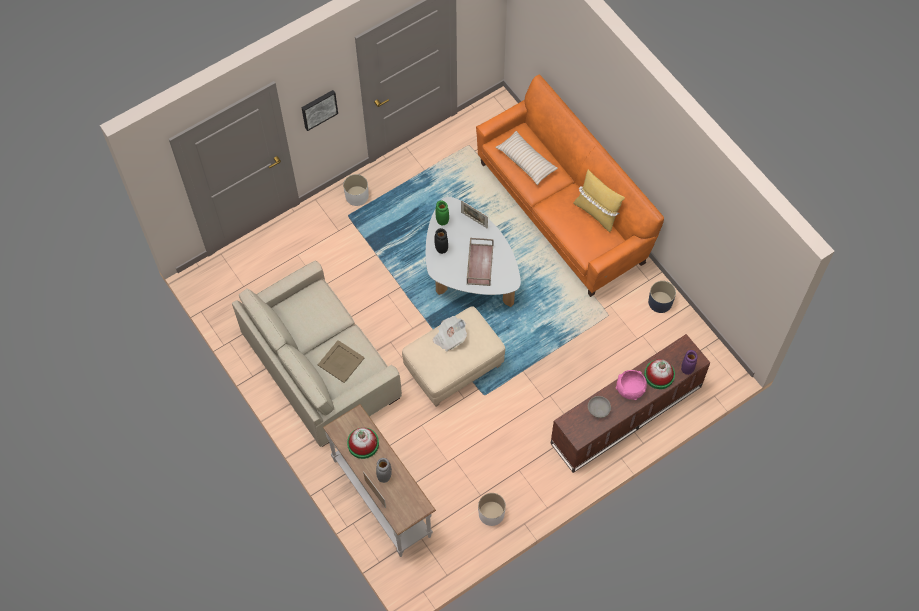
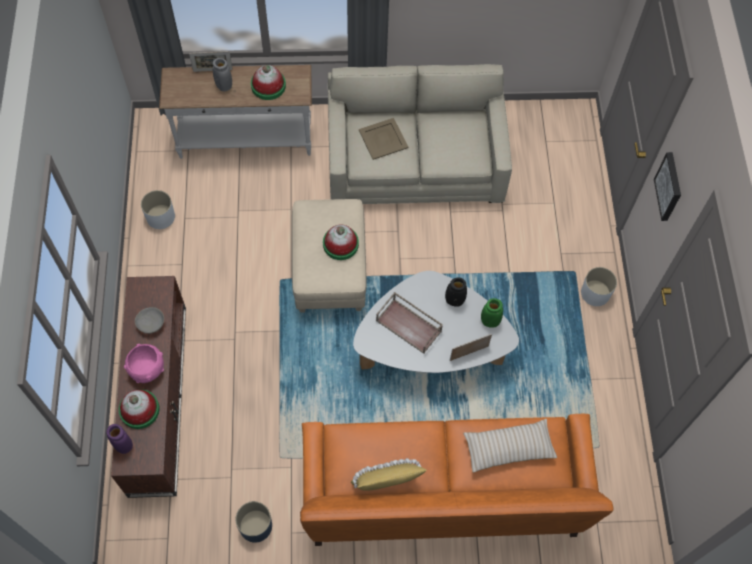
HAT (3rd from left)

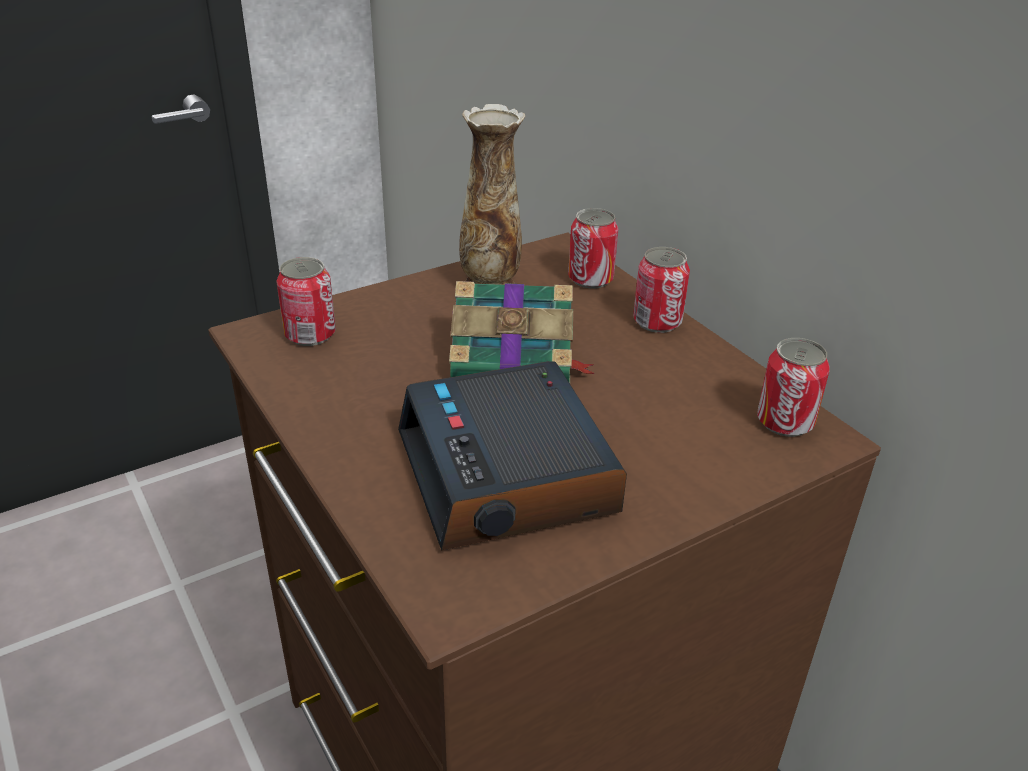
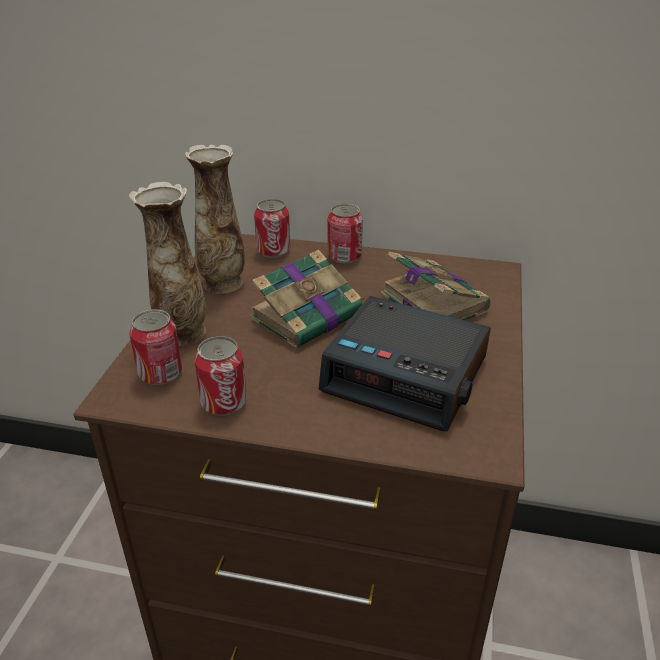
CAN (2nd from left); VASE (1st from left); BOOK (2nd from left)

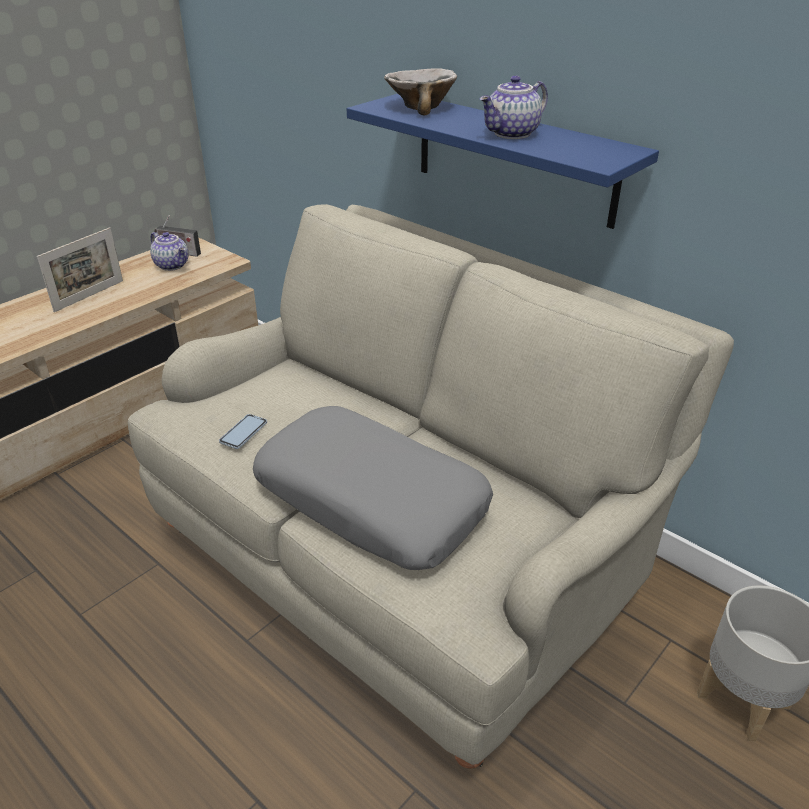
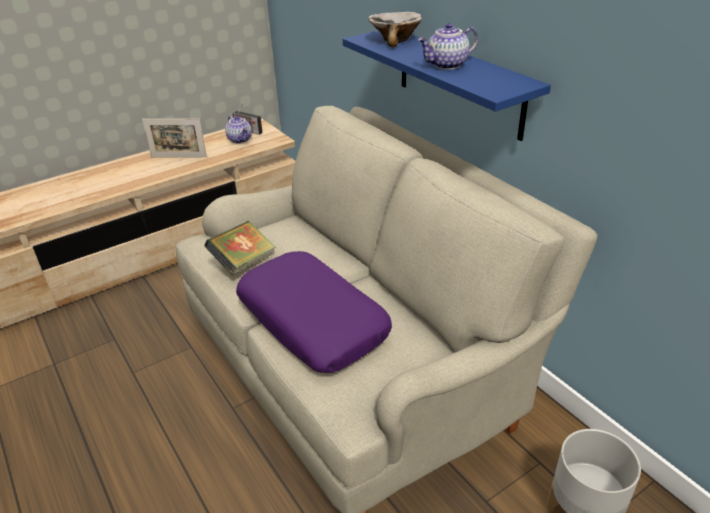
PICTURE FRAME; PURPLE PILLOW; BOOK

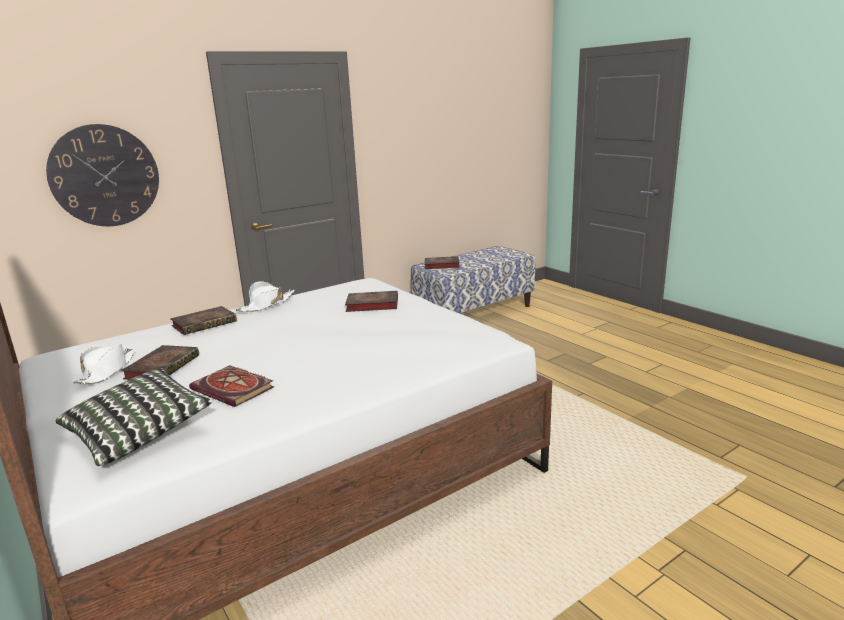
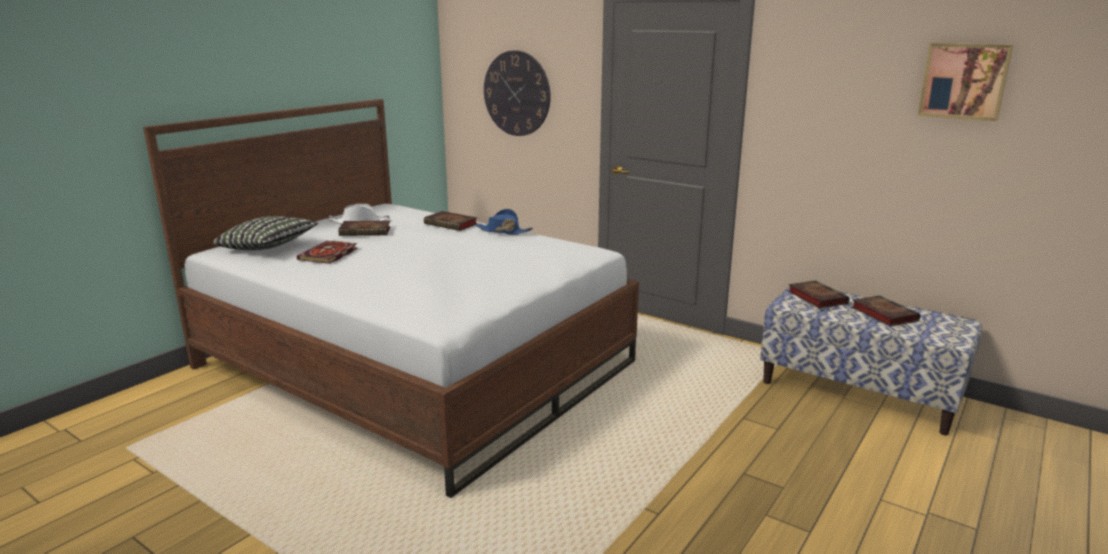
BLUE HAT; BOOK (5th from left); PICTURE

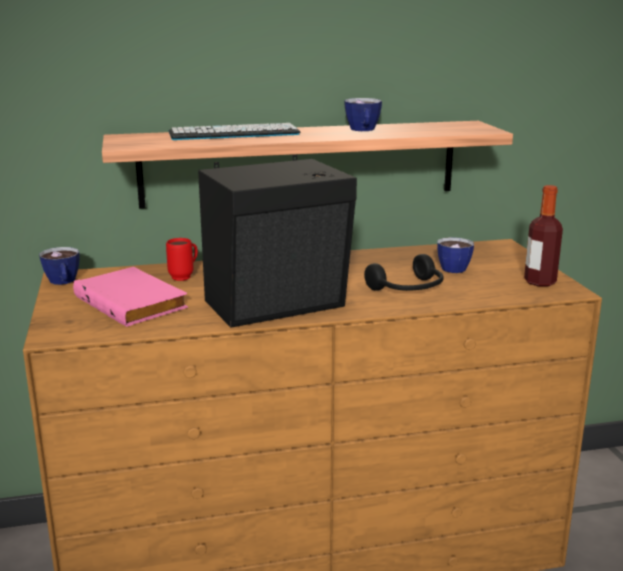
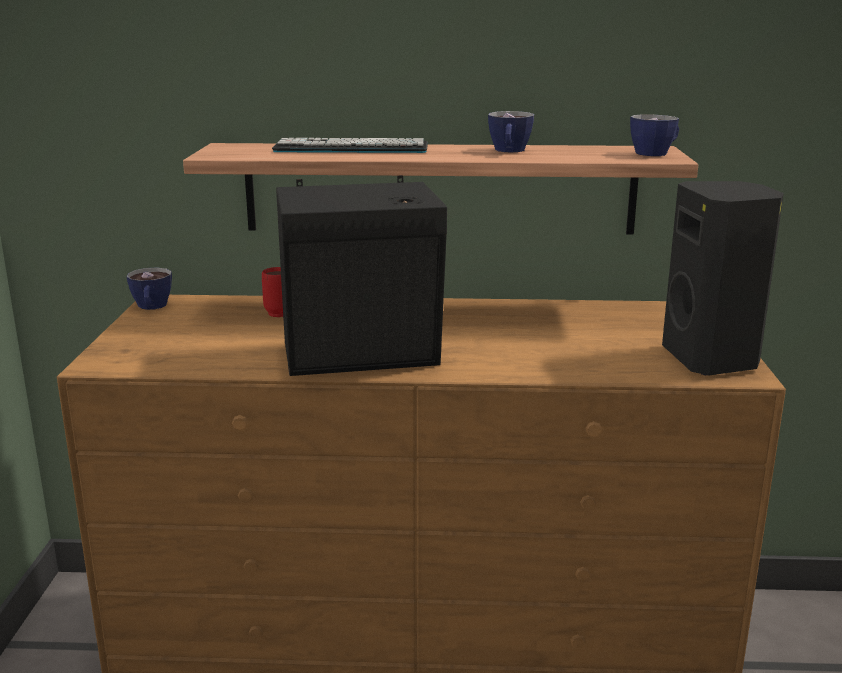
BLACK SPEAKER (2nd from left); CUP (3rd from left); BLACK HEADPHONES; PINK BOOK

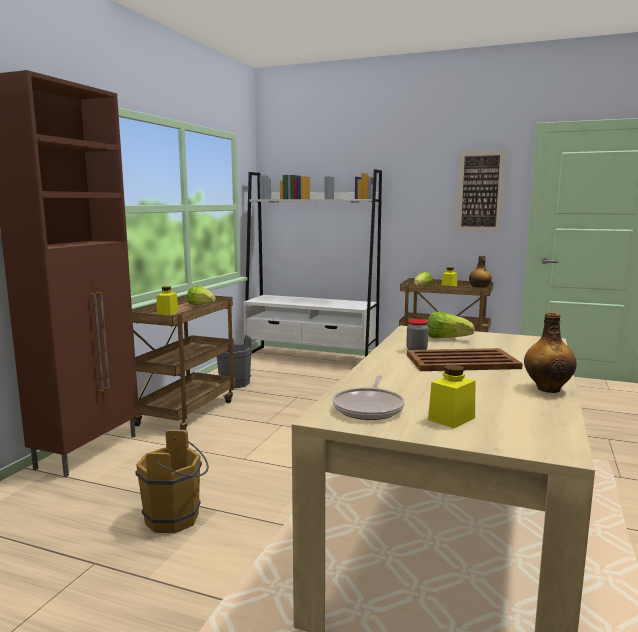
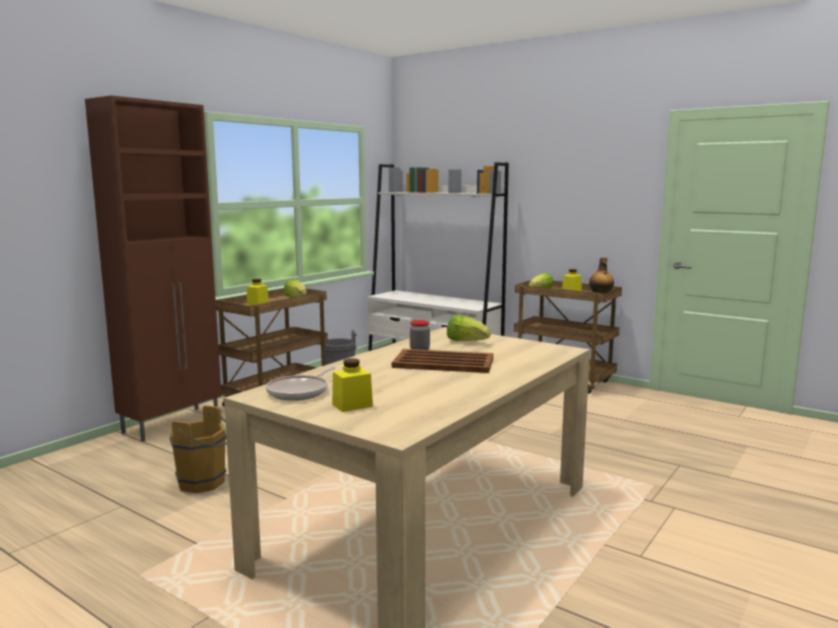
PICTURE; BOTTLE (2nd from left in the first image)

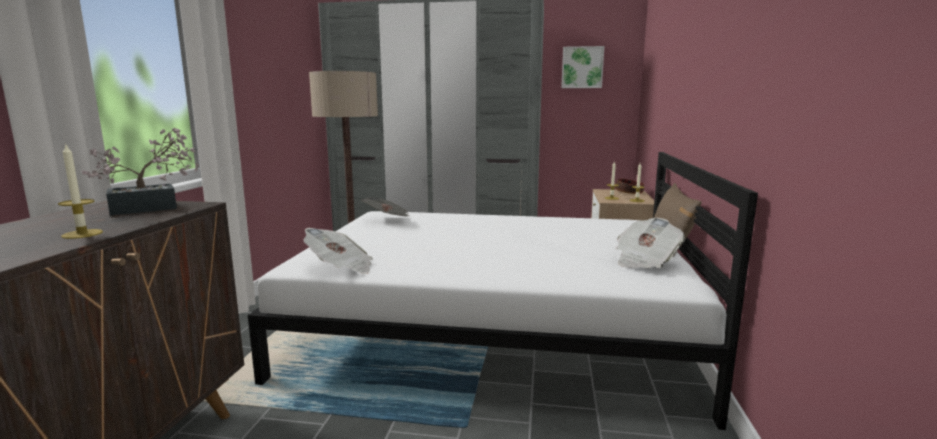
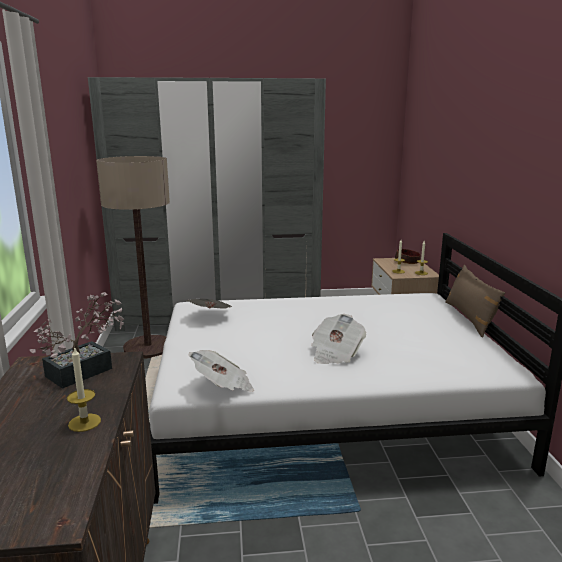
PICTURE; NEWSPAPER (3rd from left)

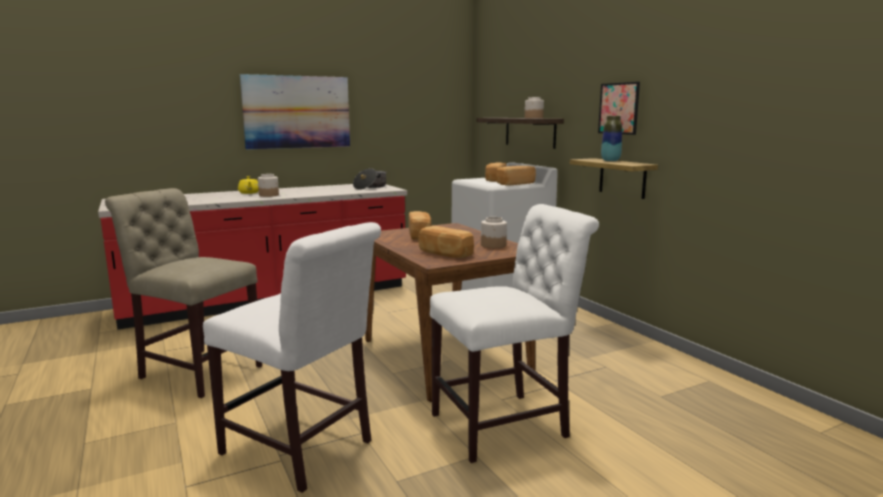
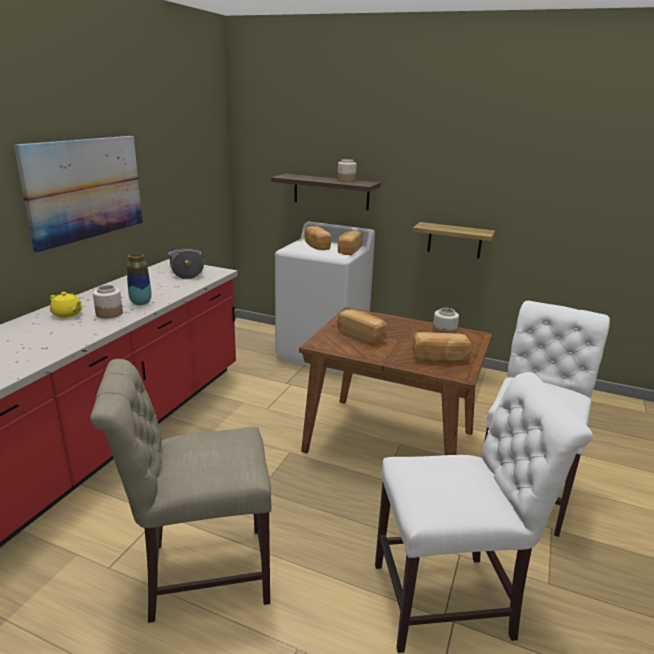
PICTURE (2nd from left in the first image); VASE

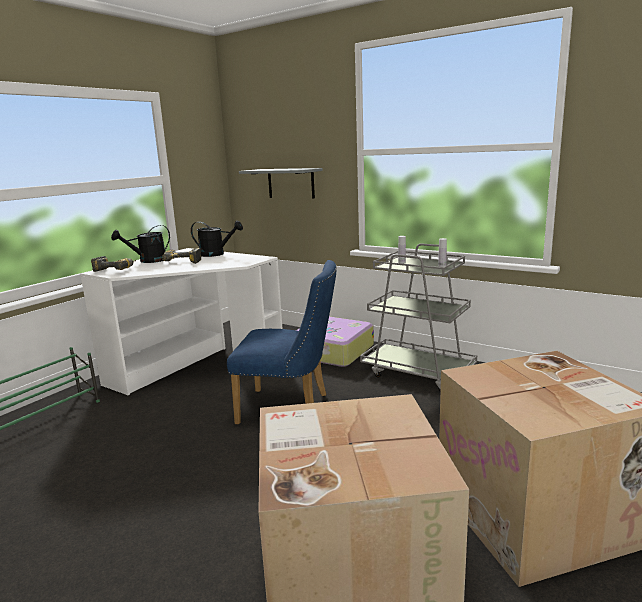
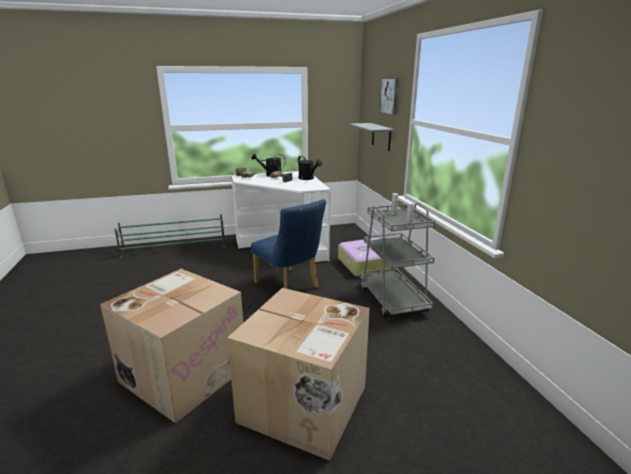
PICTURE

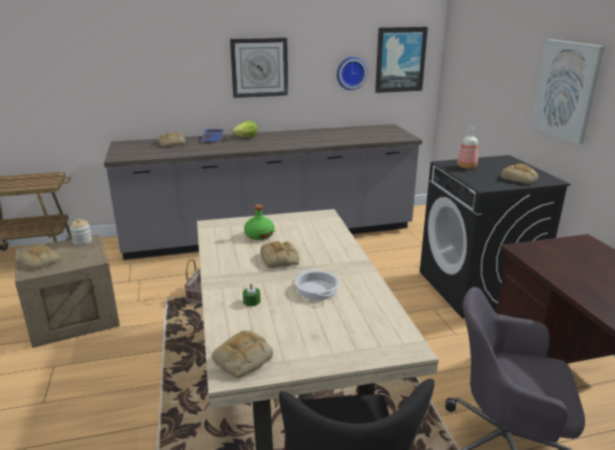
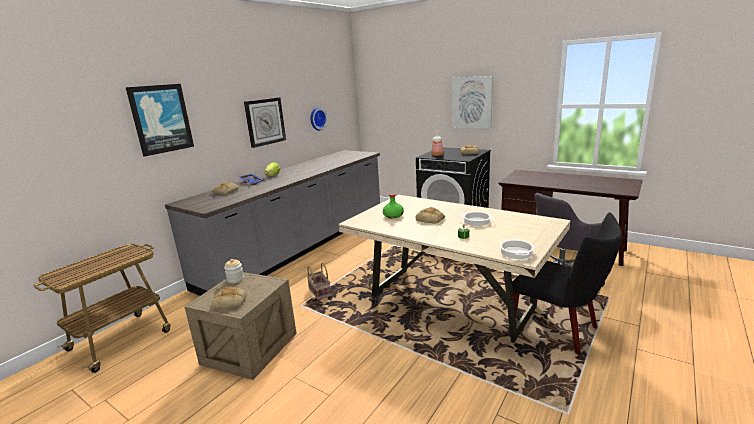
PICTURE (1st from left); COOKING POT (2nd from left)

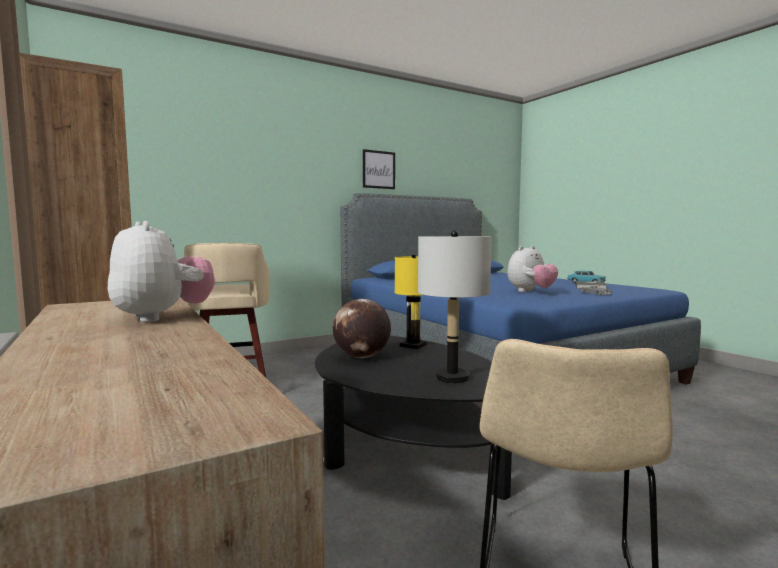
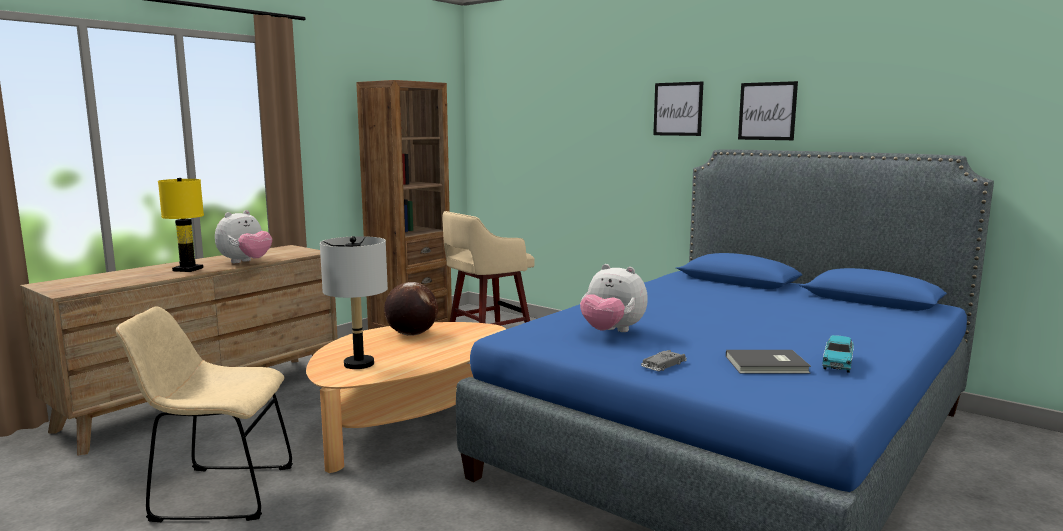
YELLOW TABLE LAMP; BEIGE COFFEE TABLE; PICTURE (1st from left)

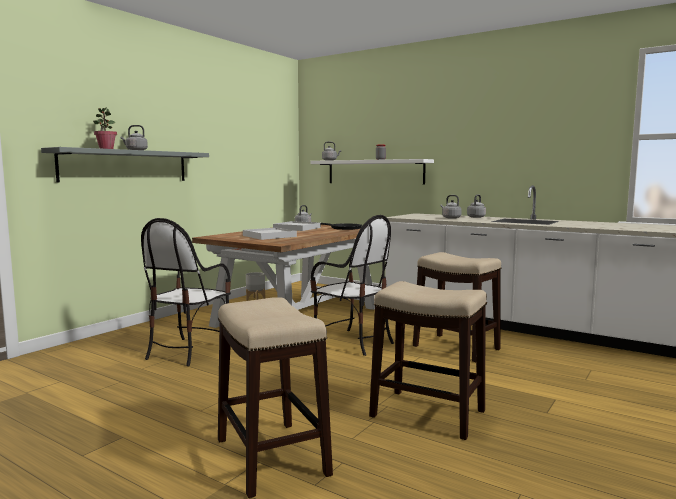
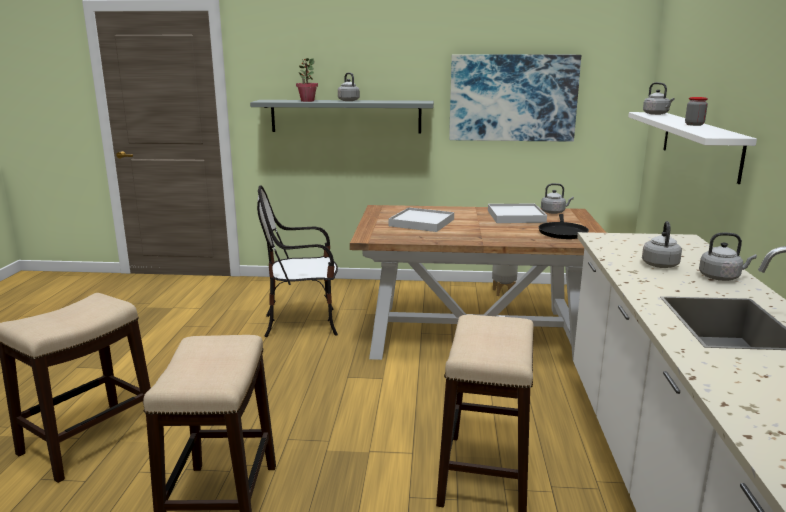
CHAIR (2nd from left in the first image); PICTURE

